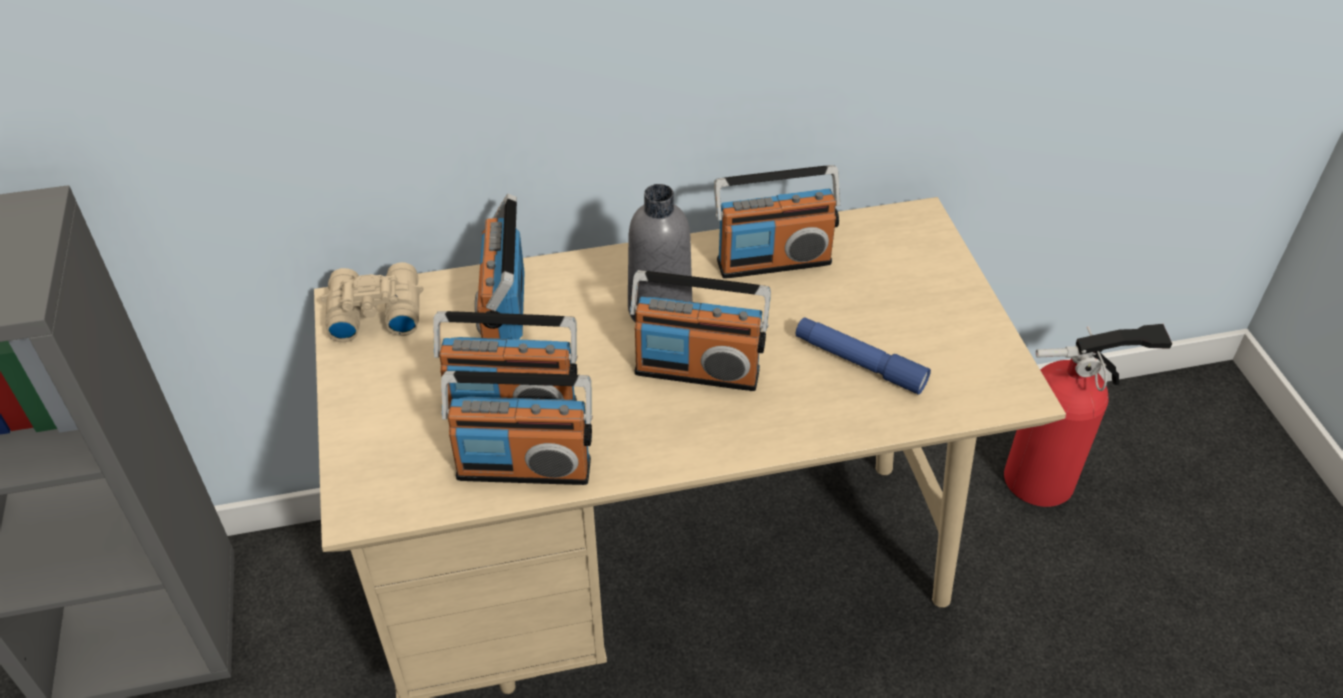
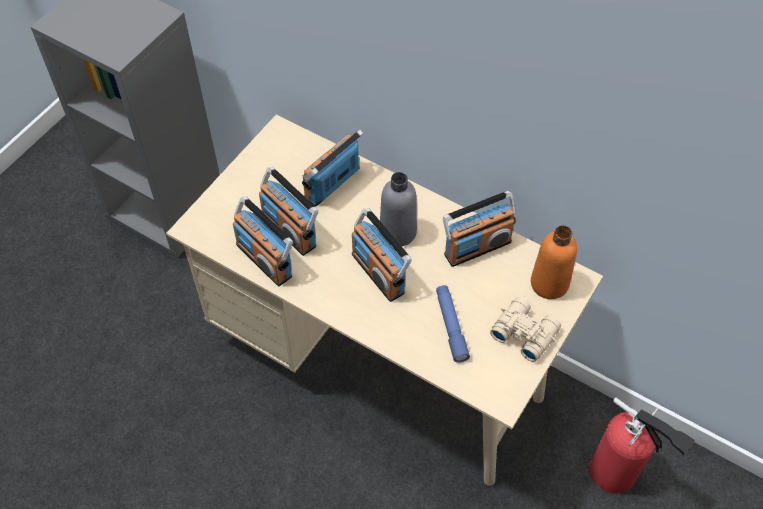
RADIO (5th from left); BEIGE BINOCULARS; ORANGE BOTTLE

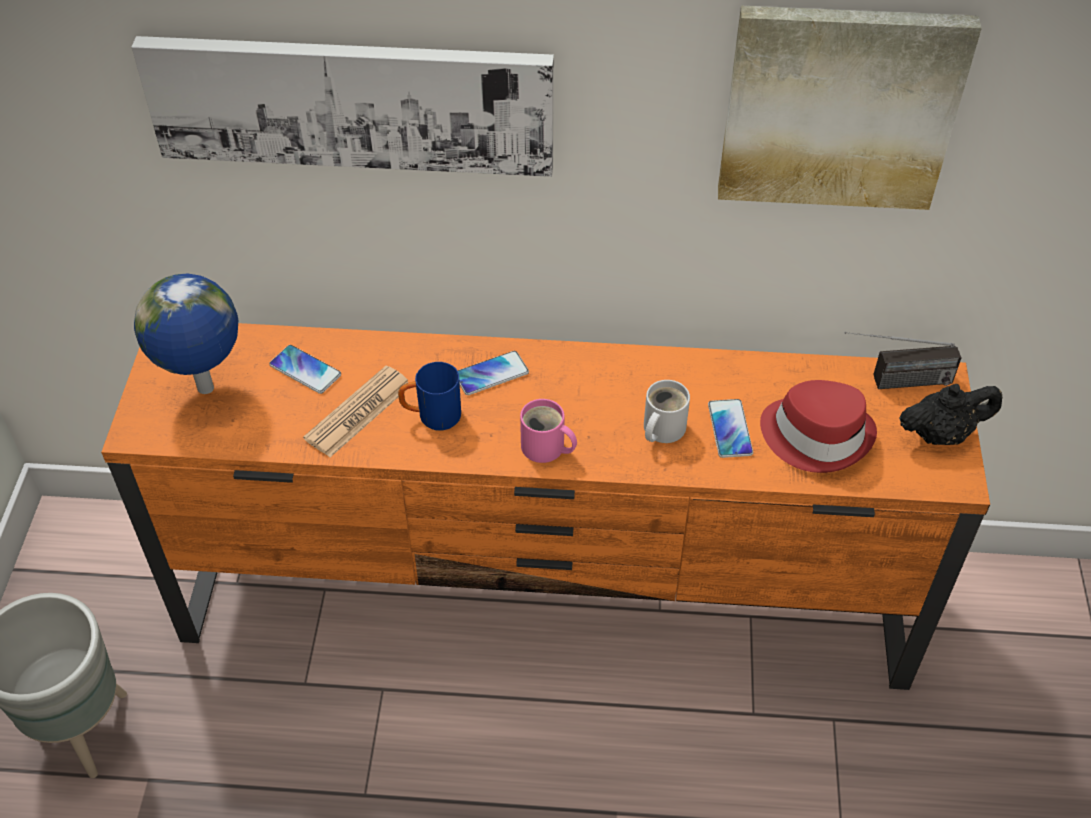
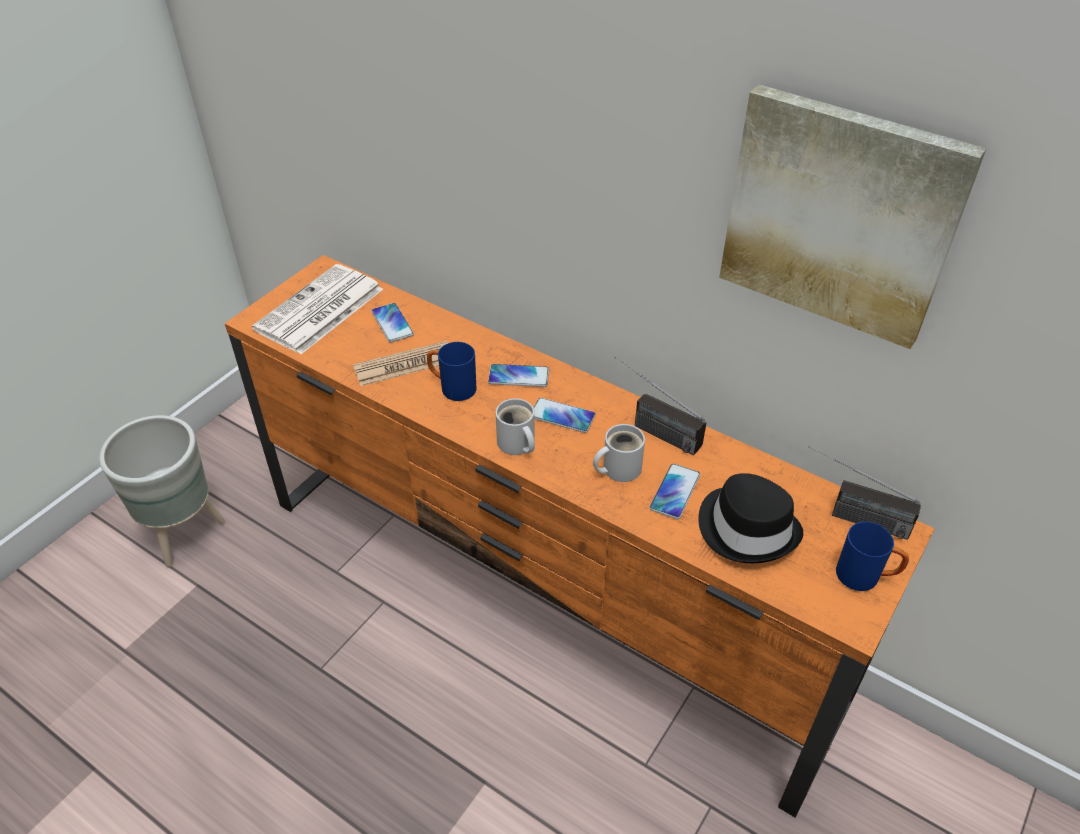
PICTURE (1st from left in the first image); NEWSPAPER (1st from left); BLACK HAT; BLUE MUG (2nd from left); WHITE MUG (1st from left); RADIO (1st from left); PHONE (3rd from left)

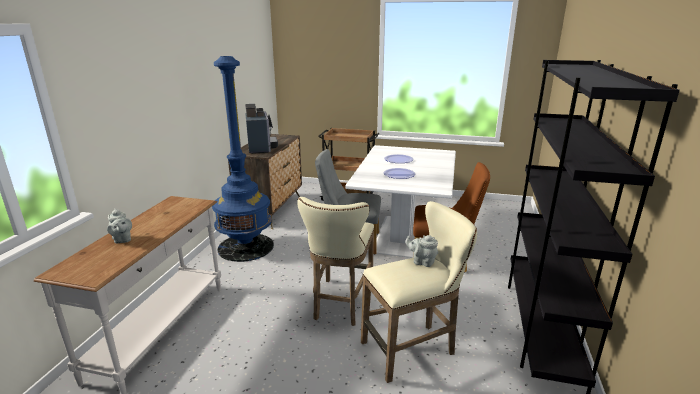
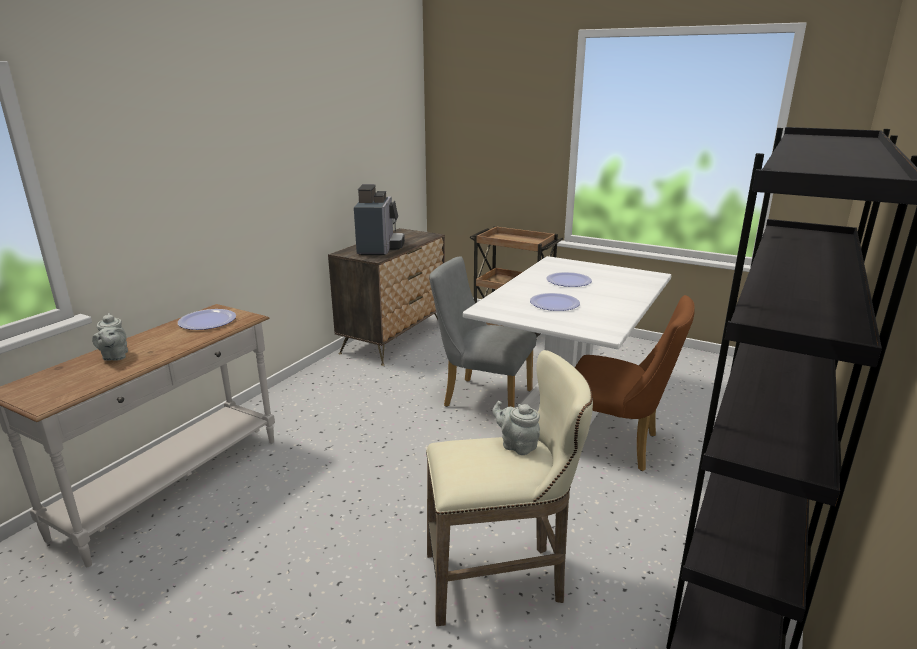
BLUE FLOOR LAMP; BEIGE STOOL (1st from left in the first image); PLATE (1st from left)

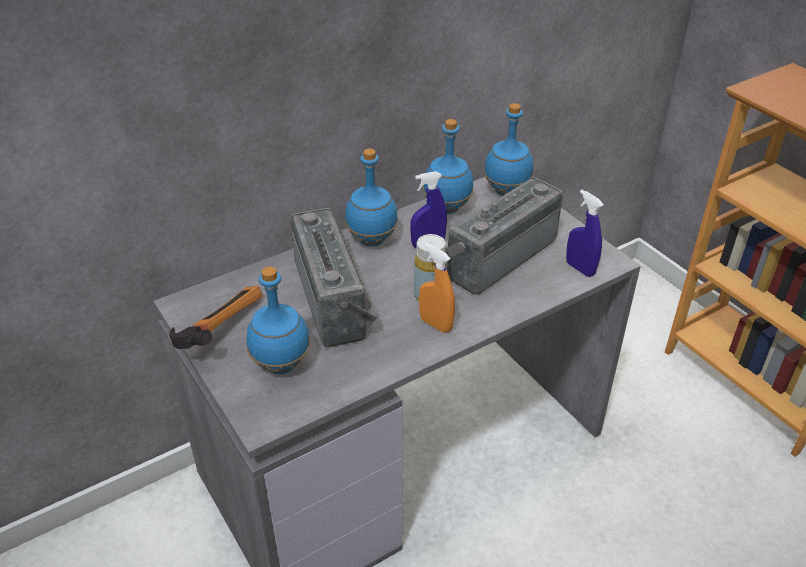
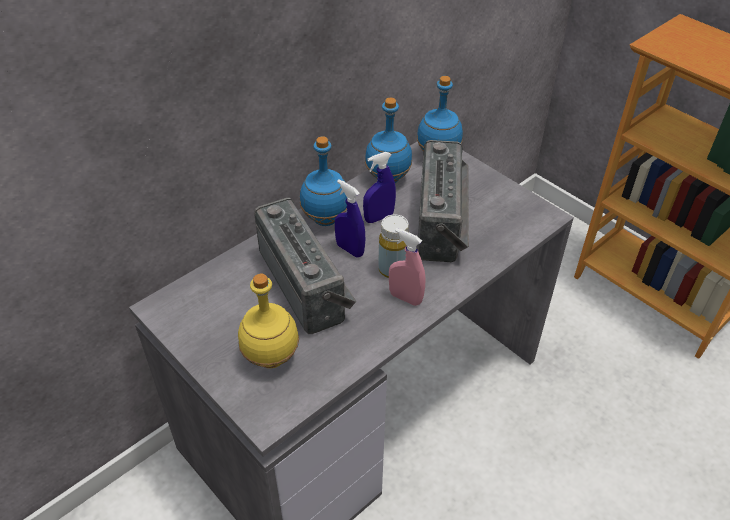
RADIO (2nd from left); BLUE SPRAY BOTTLE (1st from left); PINK SPRAY BOTTLE; YELLOW BOTTLE (1st from left); HAMMER

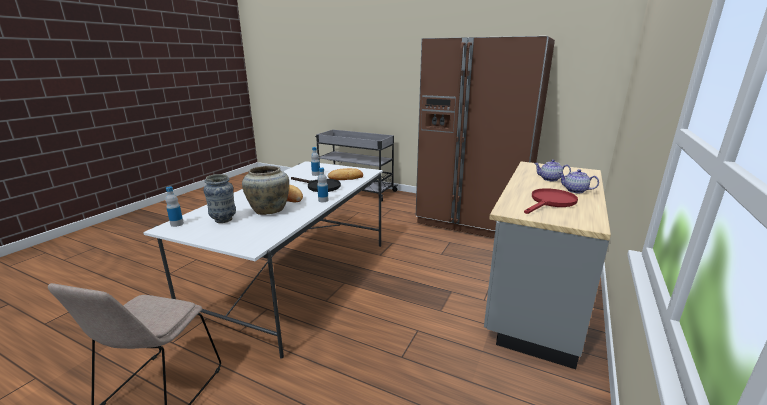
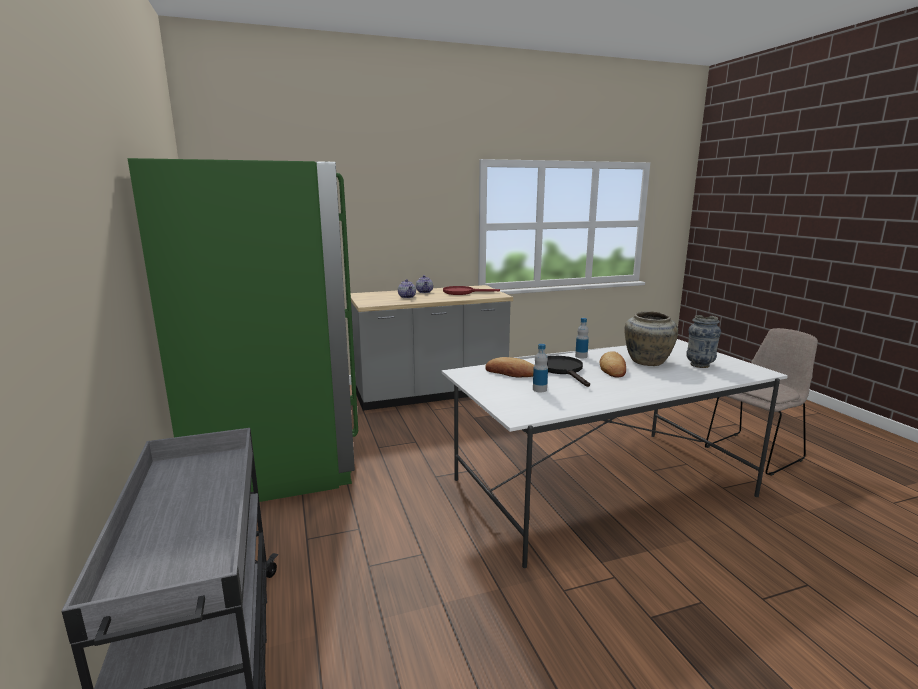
GREEN FRIDGE; BOTTLE (1st from left in the first image)

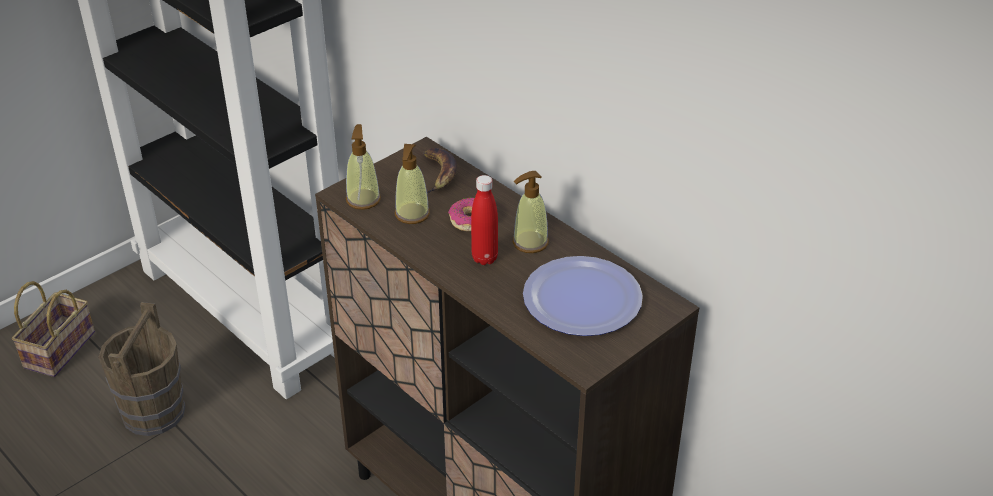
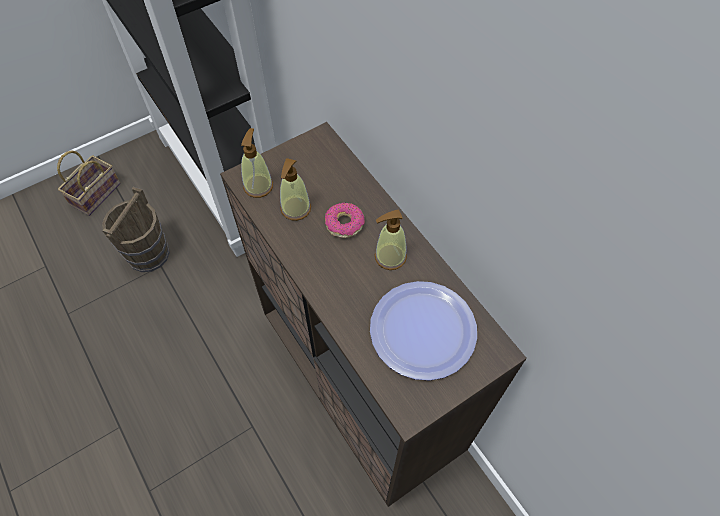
BANANA; RED BOTTLE

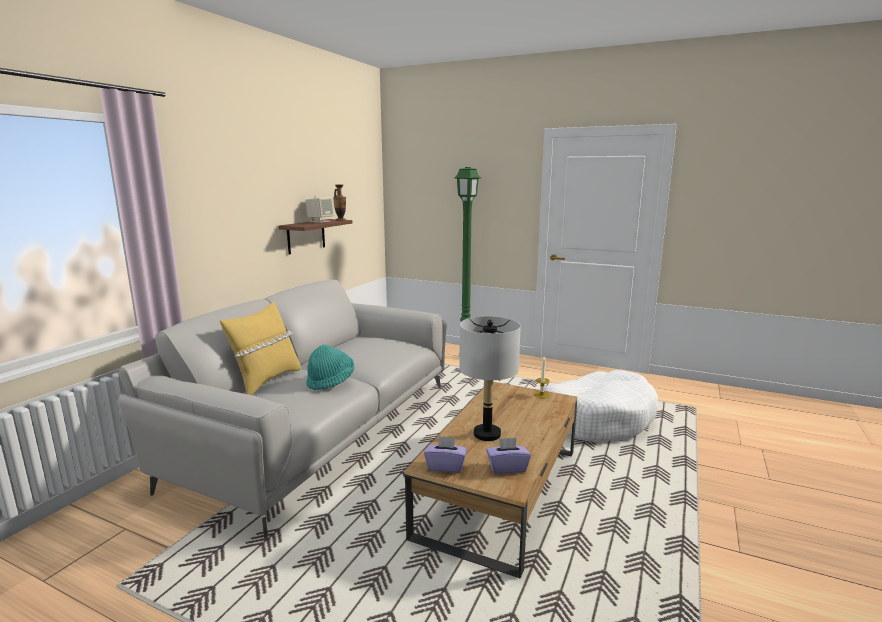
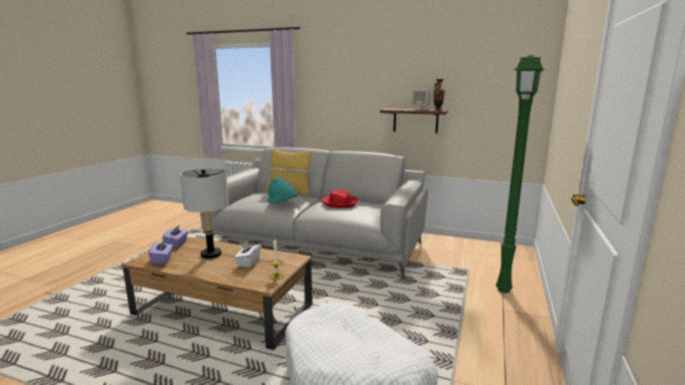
RED HAT; WHITE TISSUE BOX

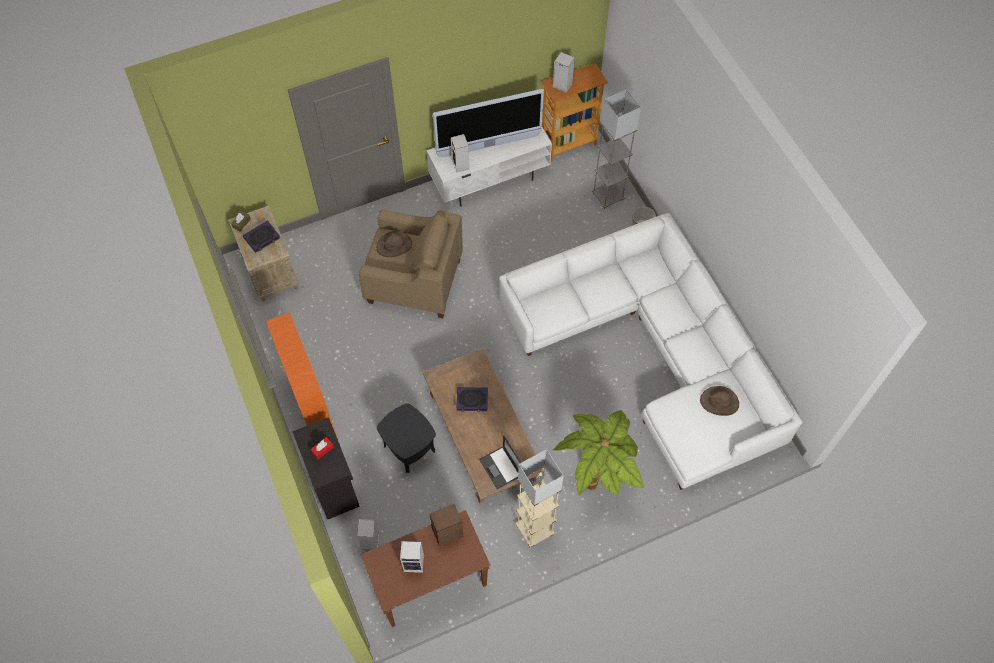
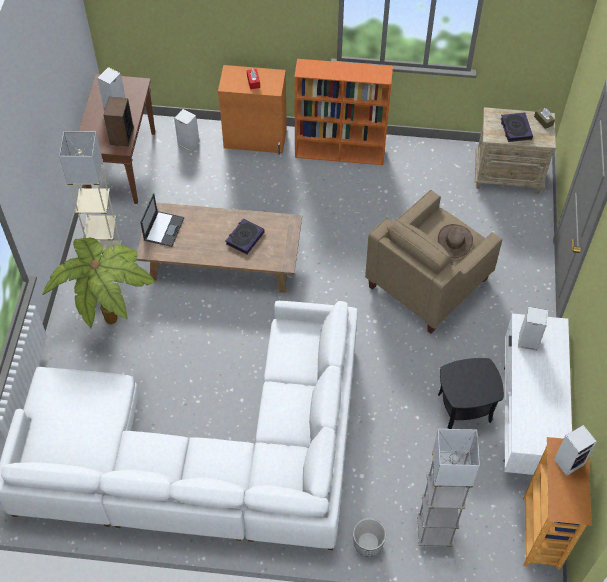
TELEVISION; BROWN HAT (2nd from left in the first image); BLACK SIDE TABLE; ORANGE CABINET; LAPTOP

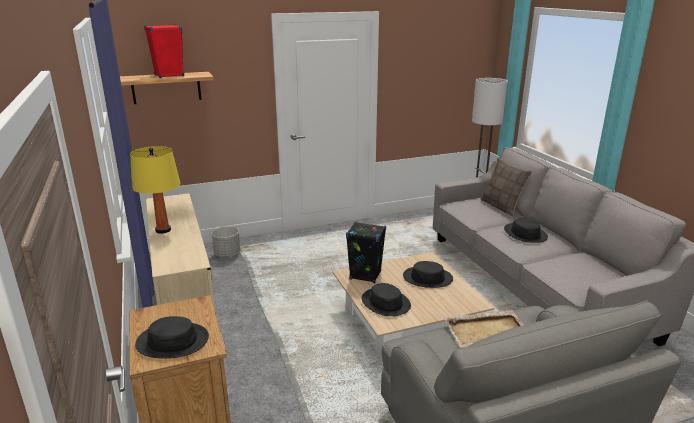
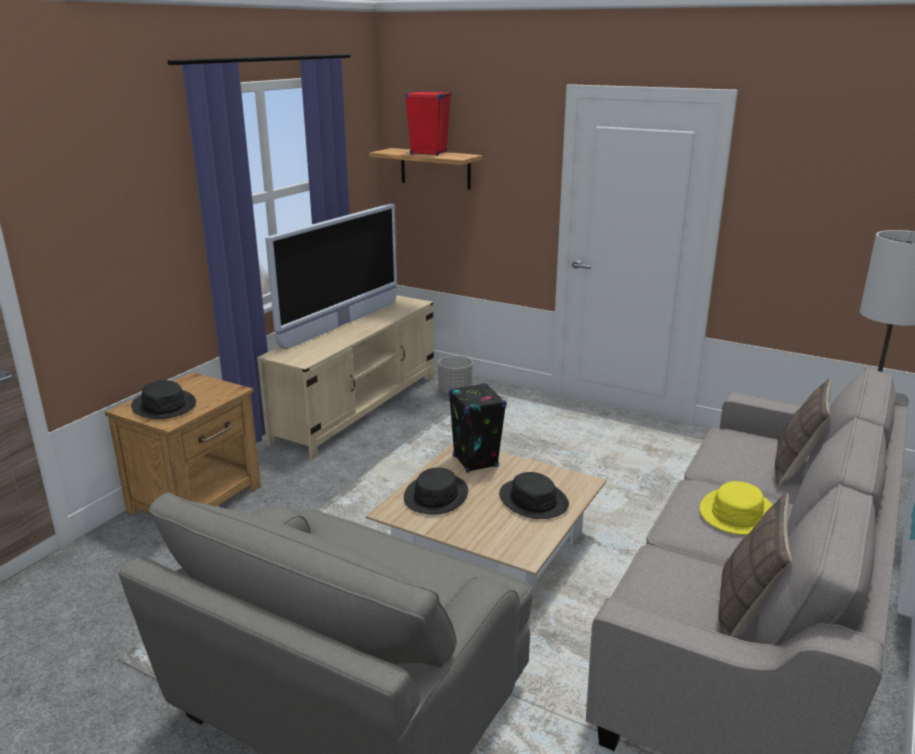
TELEVISION; YELLOW HAT; BEIGE TRAY; PILLOW (1st from left)

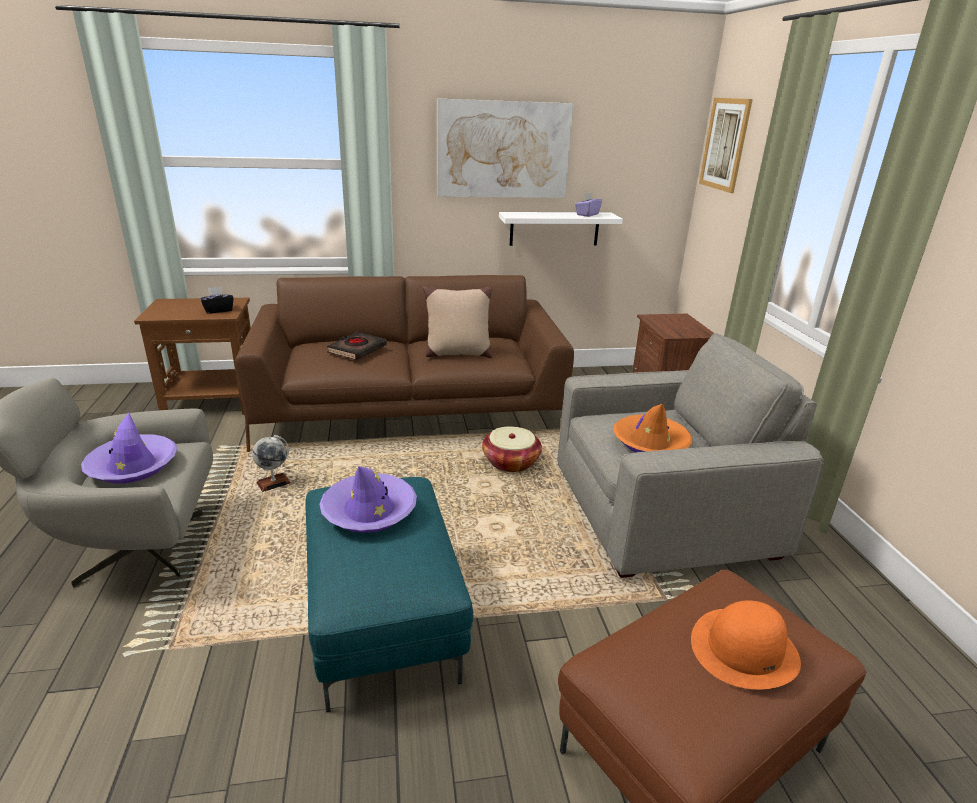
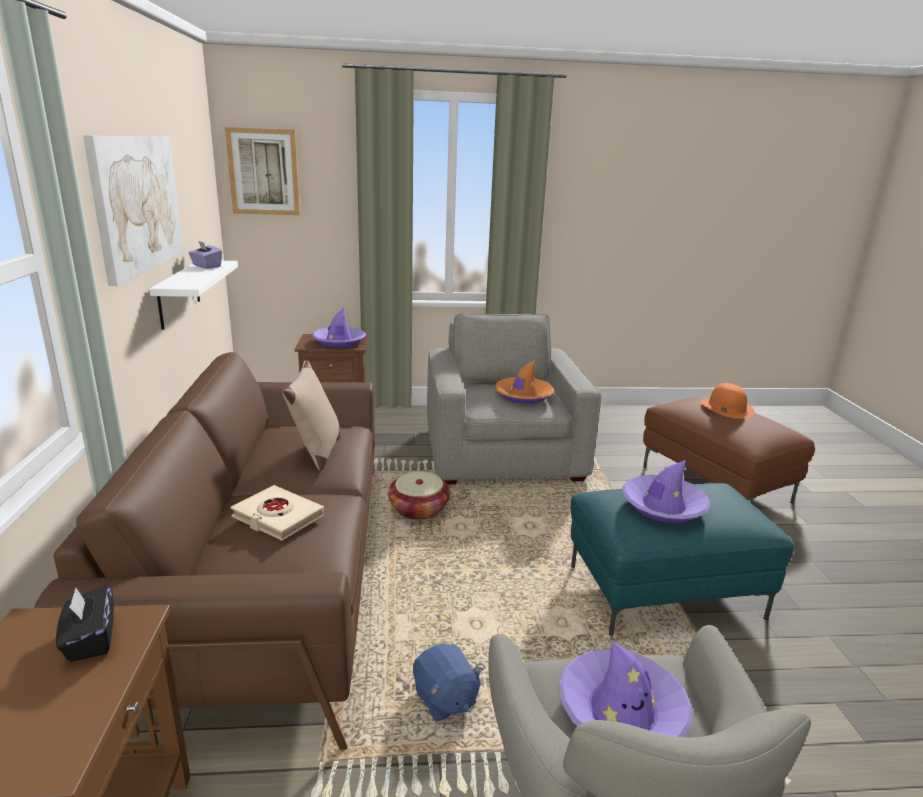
BEIGE BOOK; BLUE PLUSH TOY; PURPLE HAT (1st from left)

